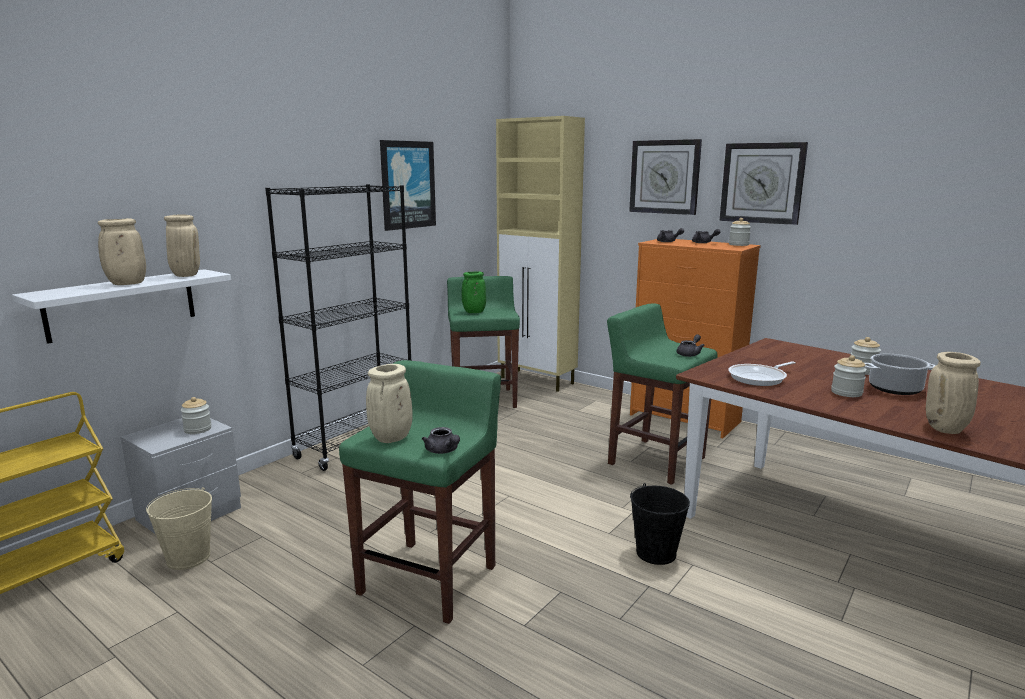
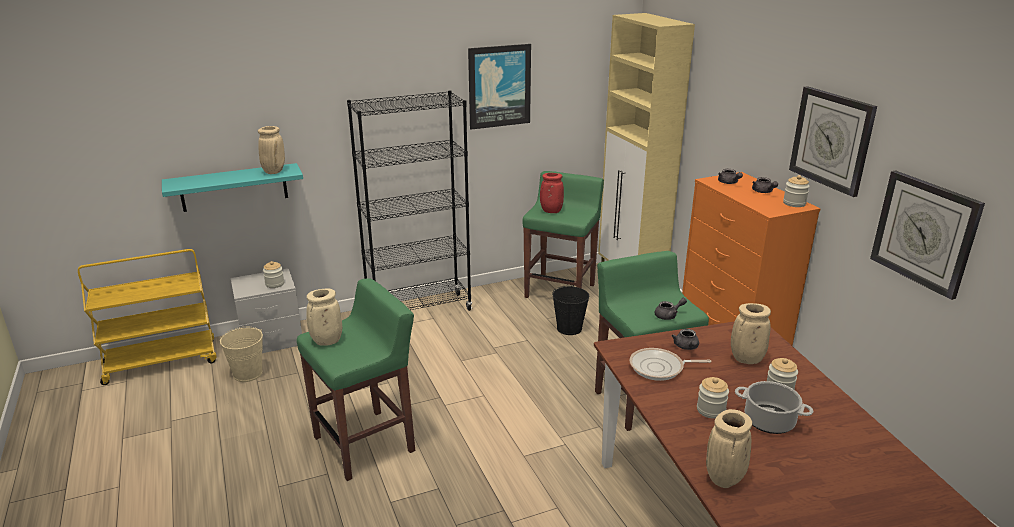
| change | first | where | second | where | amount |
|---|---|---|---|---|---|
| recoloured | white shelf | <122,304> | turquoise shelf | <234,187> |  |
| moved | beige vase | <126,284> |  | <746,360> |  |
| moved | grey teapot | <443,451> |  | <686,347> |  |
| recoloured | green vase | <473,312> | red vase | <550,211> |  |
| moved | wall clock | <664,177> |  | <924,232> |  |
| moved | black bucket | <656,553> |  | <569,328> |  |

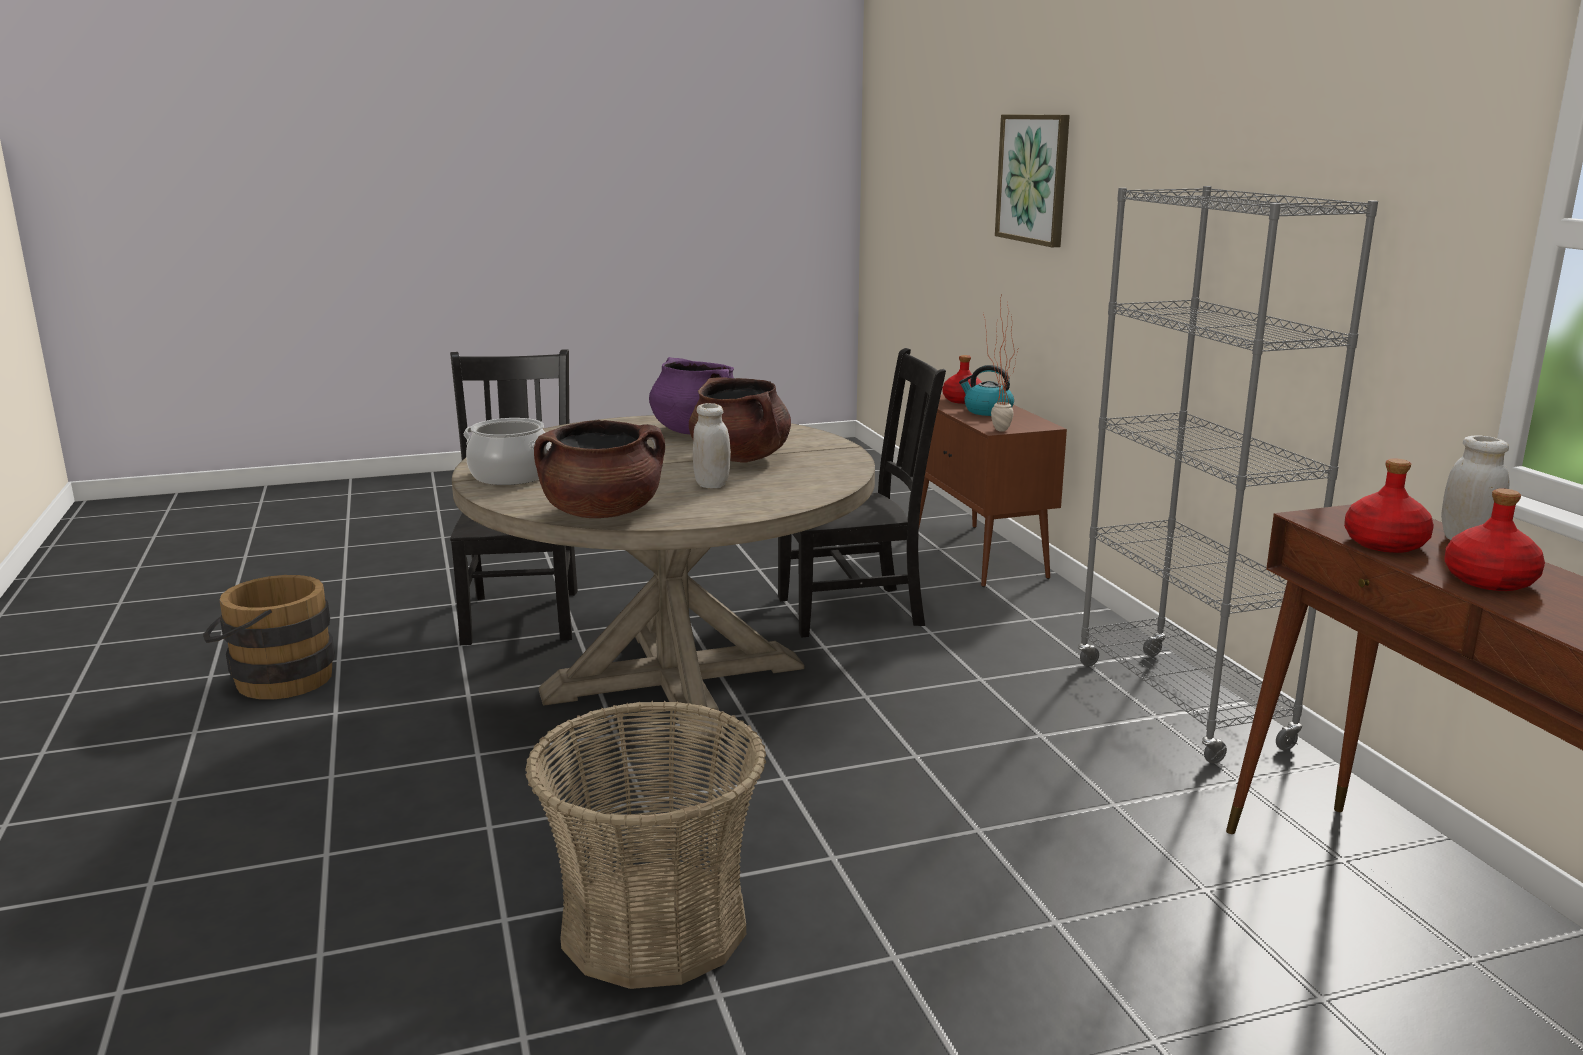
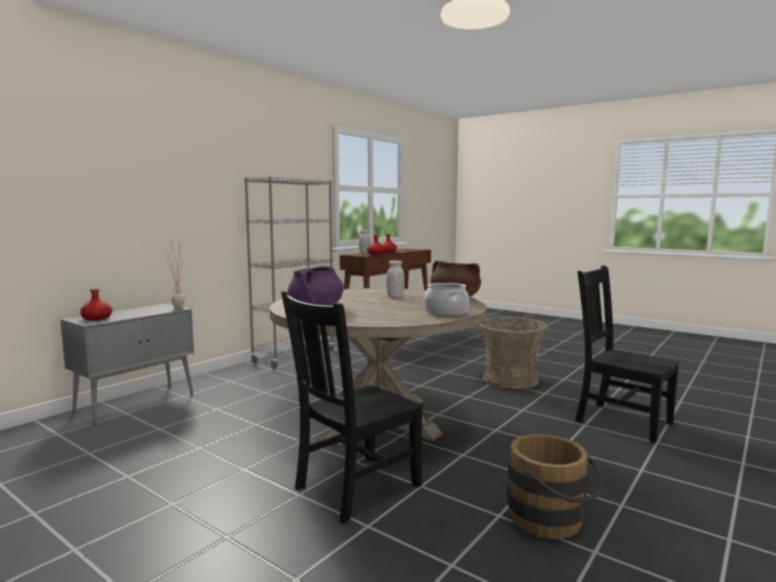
| change | first | where | second | where | amount |
|---|---|---|---|---|---|
| removed | brown cooking pot | <741,458> |  |  |  |
| moved | black chair | <855,611> |  | <620,421> |  |
| recoloured | brown cabinet | <979,555> | grey cabinet | <137,402> |  |
| removed | kettle | <987,411> |  |  |  |
| removed | picture | <1034,178> |  |  |  |

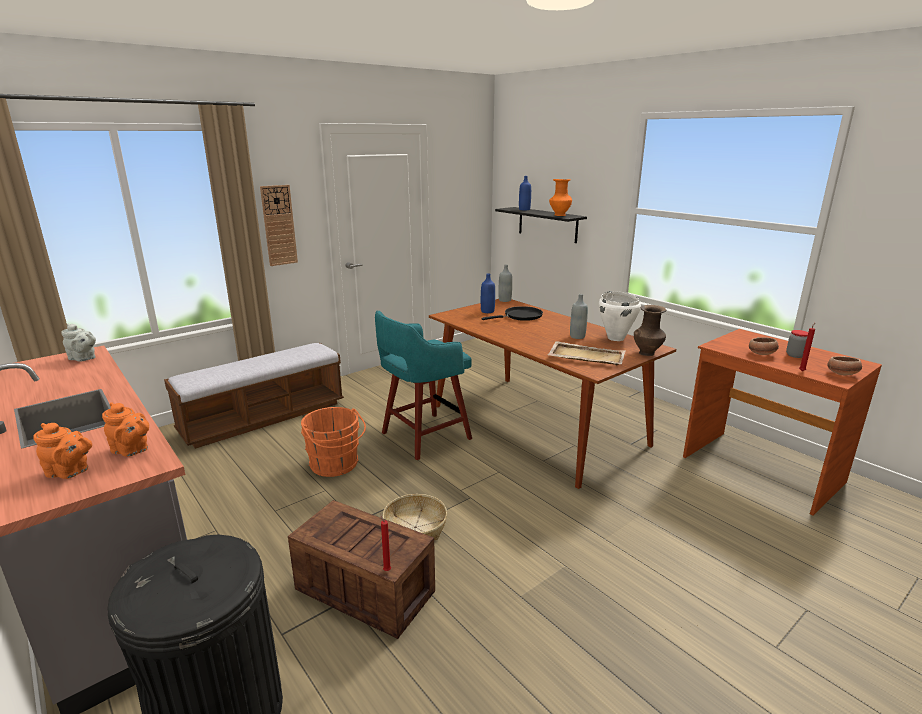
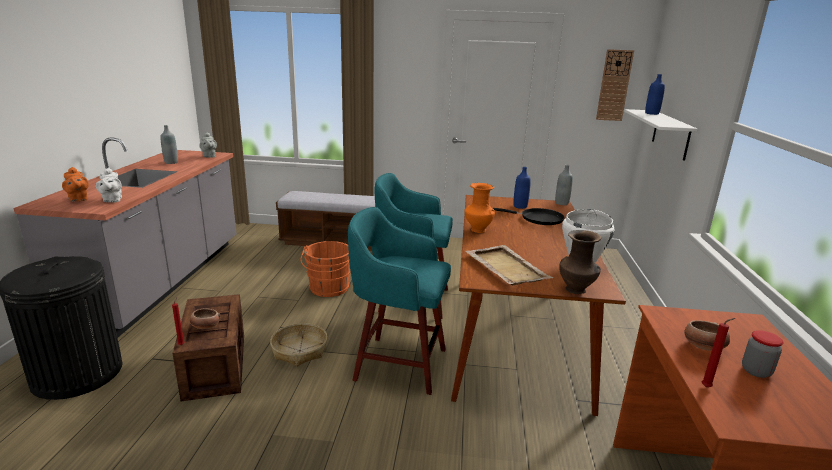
| change | first | where | second | where | amount |
|---|---|---|---|---|---|
| recoloured | orange teapot | <132,450> | white teapot | <112,200> |  |
| moved | wall clock | <279,225> |  | <614,85> |  |
| recoloured | black shelf | <547,224> | white shelf | <670,134> |  |
| moved | orange vase | <559,215> |  | <477,230> |  |
| moved | grey bottle | <577,336> |  | <171,162> |  |
| moved | bowl | <842,374> |  | <205,327> |  |
| added |  |  | turquoise stool | <397,363> |  |

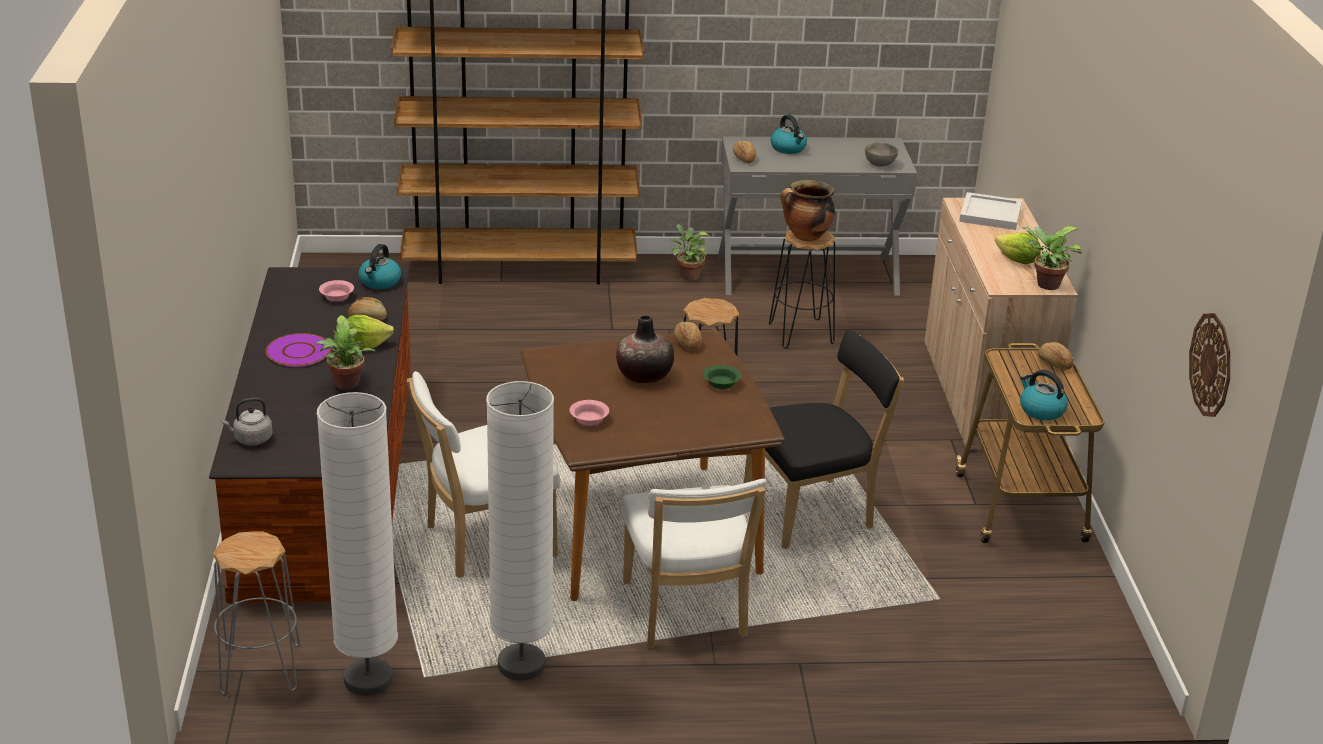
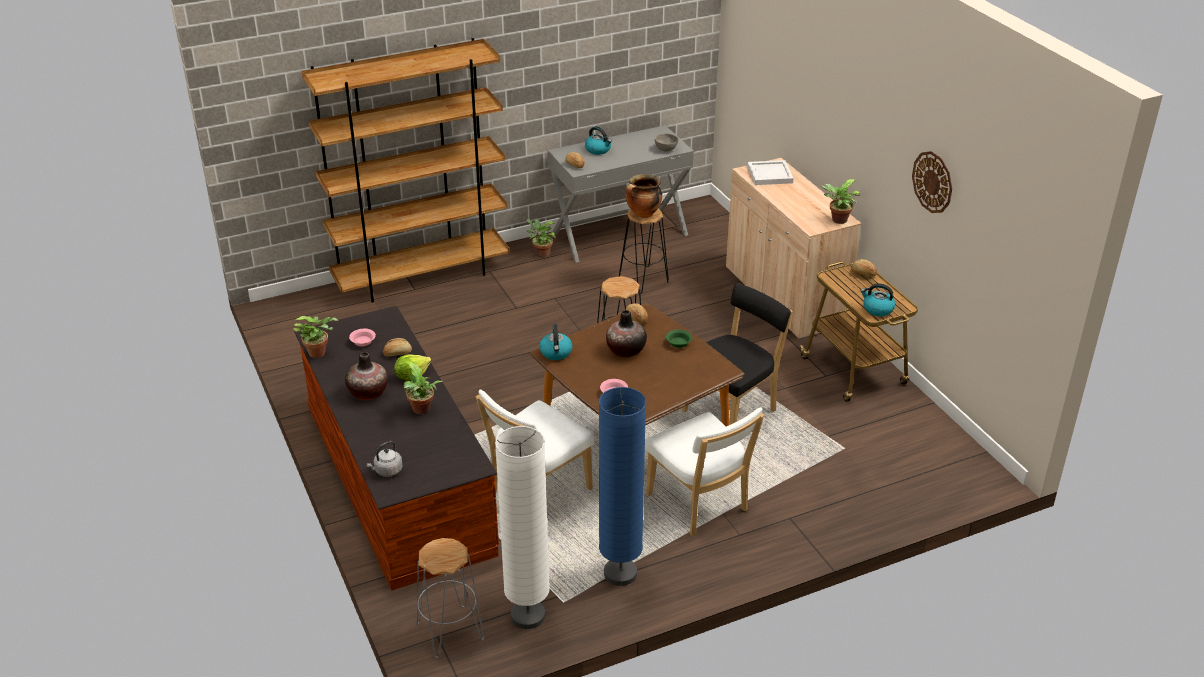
| change | first | where | second | where | amount |
|---|---|---|---|---|---|
| replaced | purple plate | <298,352> | vase | <368,393> |  |
| moved | kettle | <380,282> |  | <556,353> |  |
| recoloured | white floor lamp | <521,665> | blue floor lamp | <620,573> |  |
| removed | lettuce | <1017,261> |  |  |  |
| moved | wall clock | <1211,364> |  | <932,182> |  |
| added |  |  | potted plant | <319,352> |  |

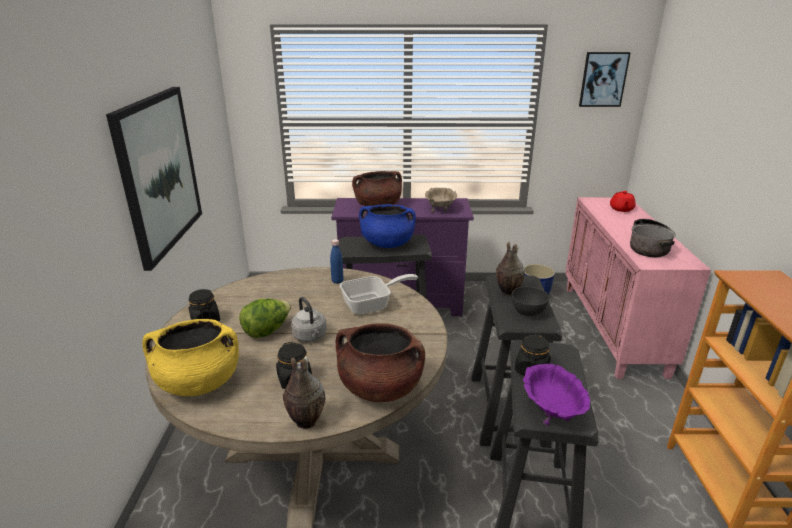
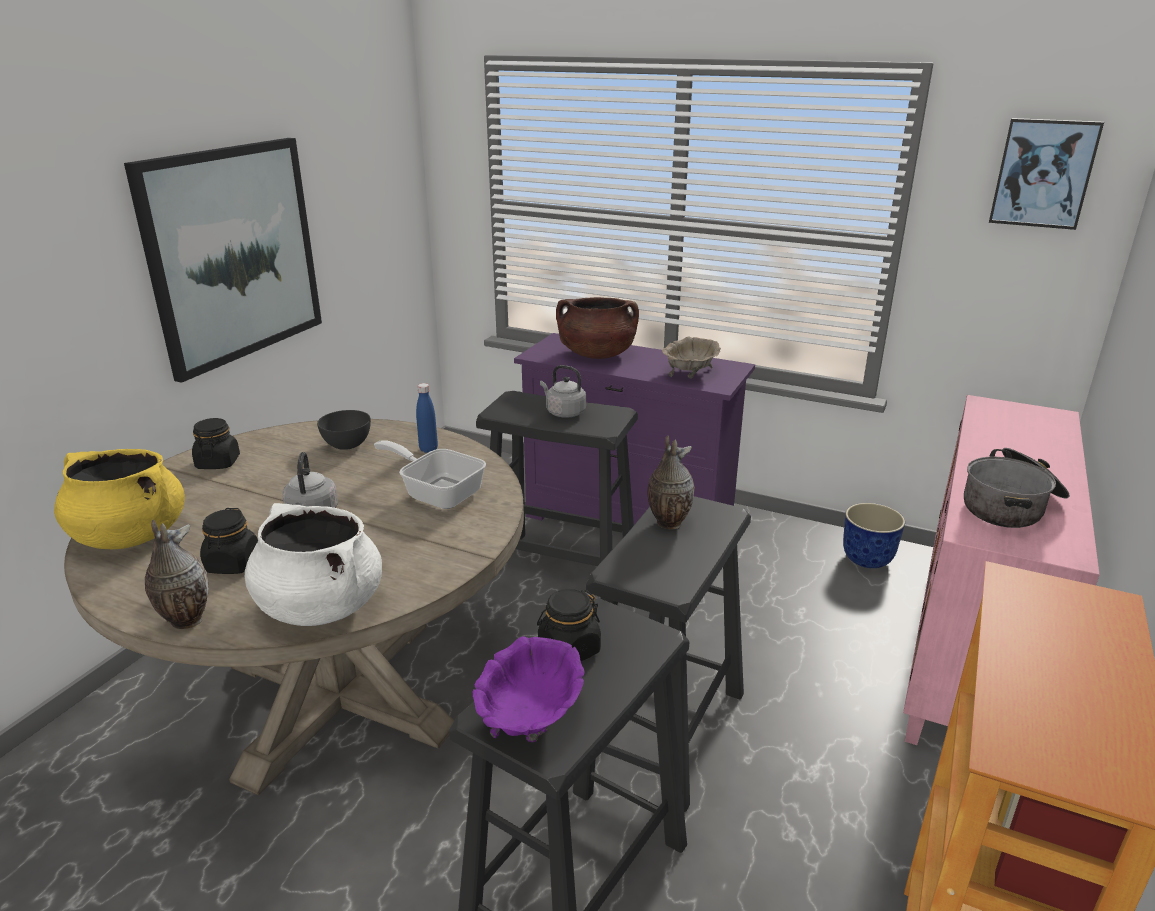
| change | first | where | second | where | amount |
|---|---|---|---|---|---|
| removed | lettuce | <267,331> |  |  |  |
| recoloured | brown cooking pot | <380,388> | white cooking pot | <320,606> |  |
| turned | frying pan | <372,305> |  | <437,492> | 150 degrees counterclockwise |
| replaced | blue cooking pot | <387,244> | grey kettle | <563,412> |  |
| moved | grey bowl | <528,312> |  | <347,445> |  |
| removed | red teapot | <621,209> |  |  |  |

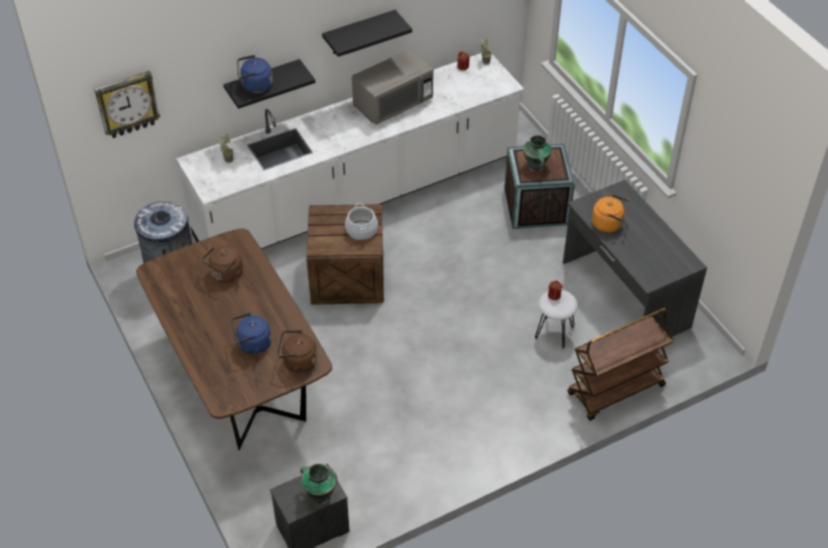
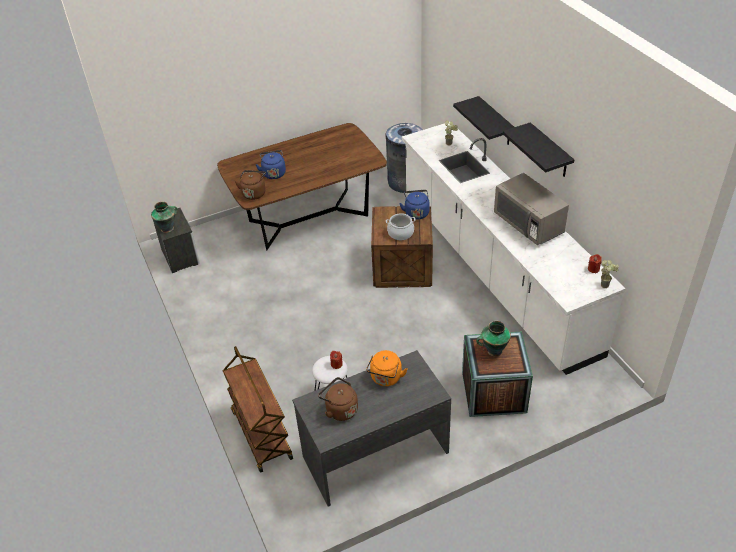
| change | first | where | second | where | amount |
|---|---|---|---|---|---|
| removed | wall clock | <127,104> |  |  |  |
| moved | brown kettle | <225,275> |  | <340,409> |  |
| moved | blue kettle | <255,86> |  | <416,212> |  |

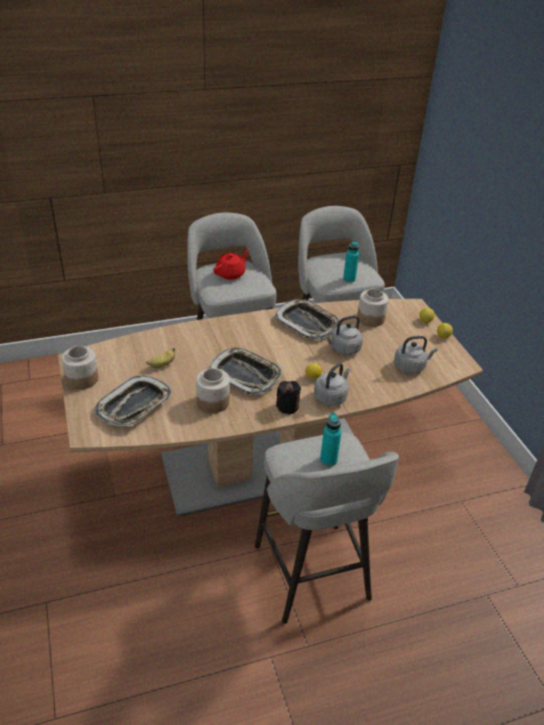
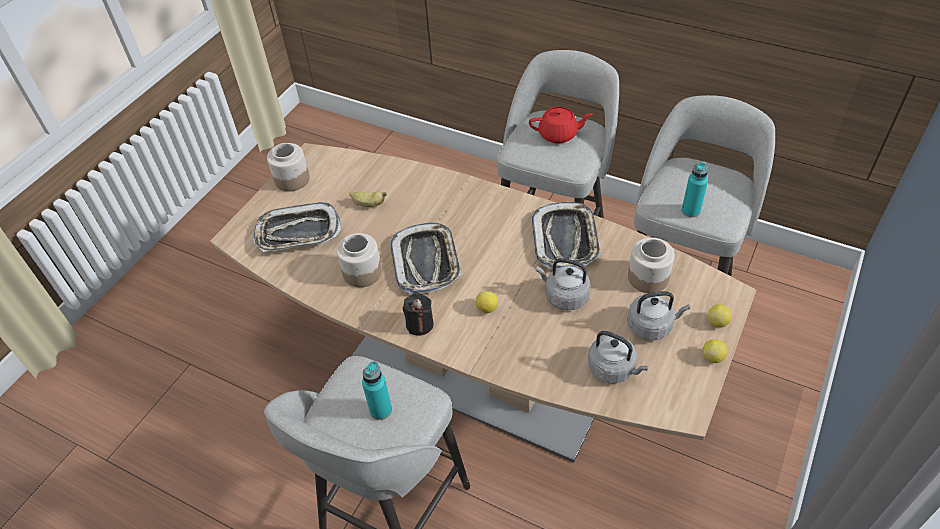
| change | first | where | second | where | amount |
|---|---|---|---|---|---|
| moved | grey kettle | <331,397> |  | <652,326> |  |

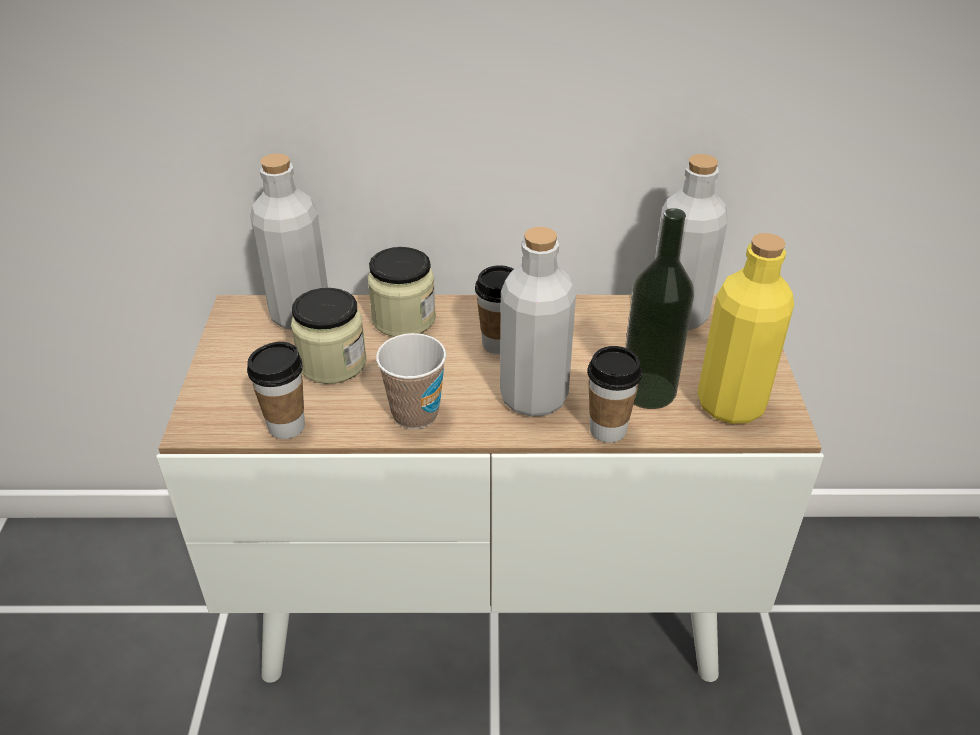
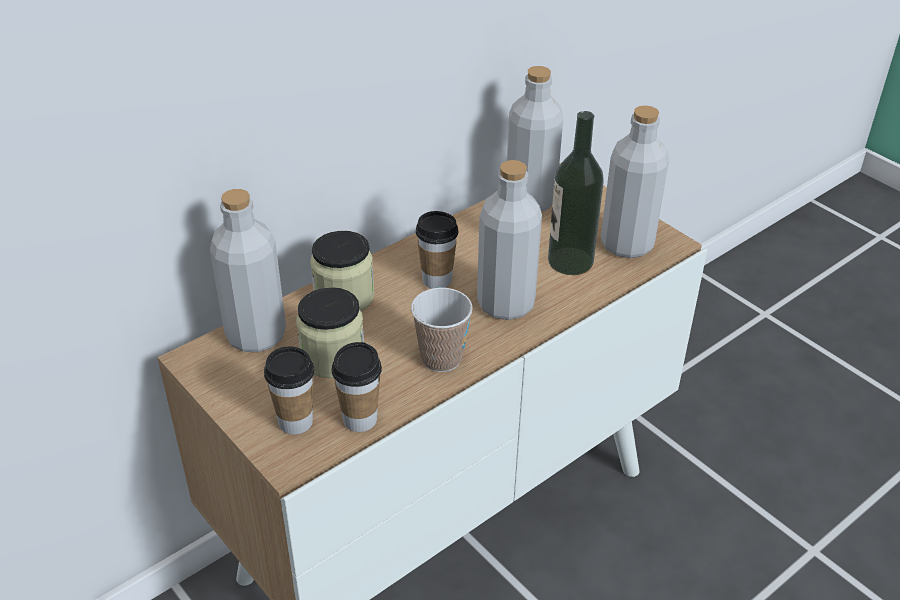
| change | first | where | second | where | amount |
|---|---|---|---|---|---|
| moved | cup | <607,430> |  | <295,422> |  |
| recoloured | yellow bottle | <731,404> | grey bottle | <627,244> |  |

